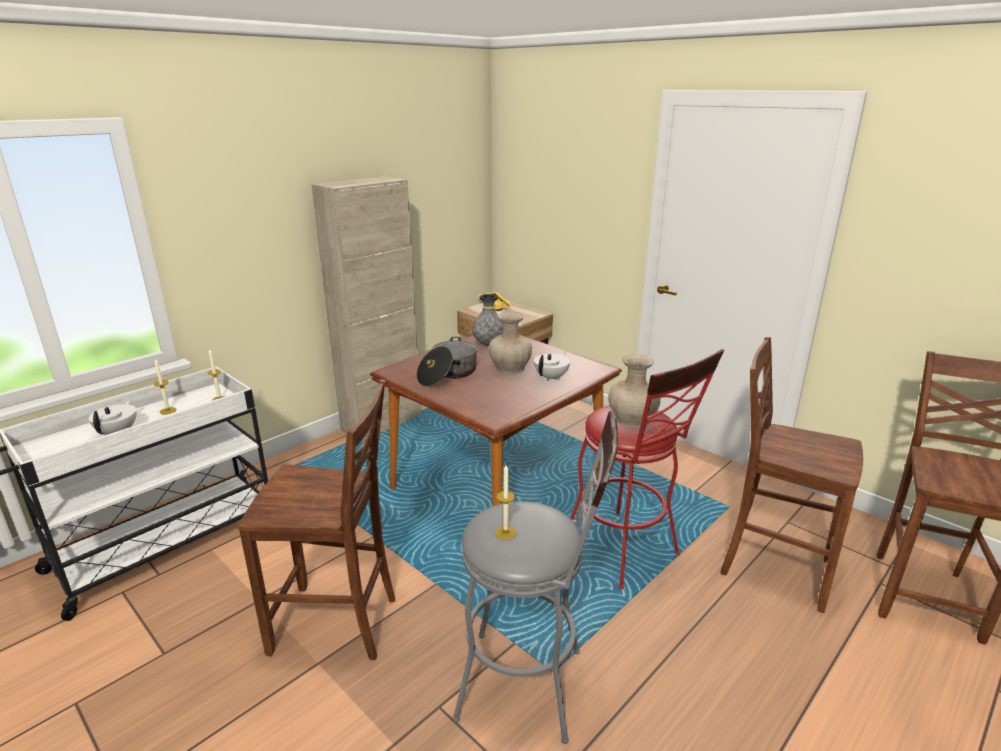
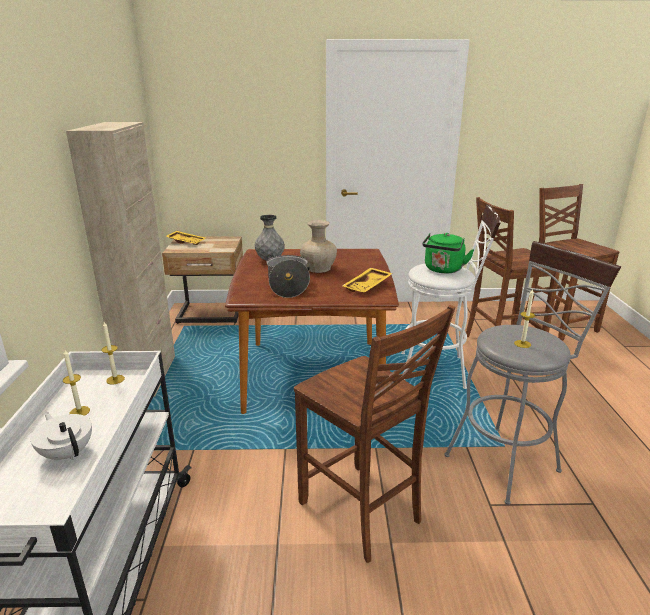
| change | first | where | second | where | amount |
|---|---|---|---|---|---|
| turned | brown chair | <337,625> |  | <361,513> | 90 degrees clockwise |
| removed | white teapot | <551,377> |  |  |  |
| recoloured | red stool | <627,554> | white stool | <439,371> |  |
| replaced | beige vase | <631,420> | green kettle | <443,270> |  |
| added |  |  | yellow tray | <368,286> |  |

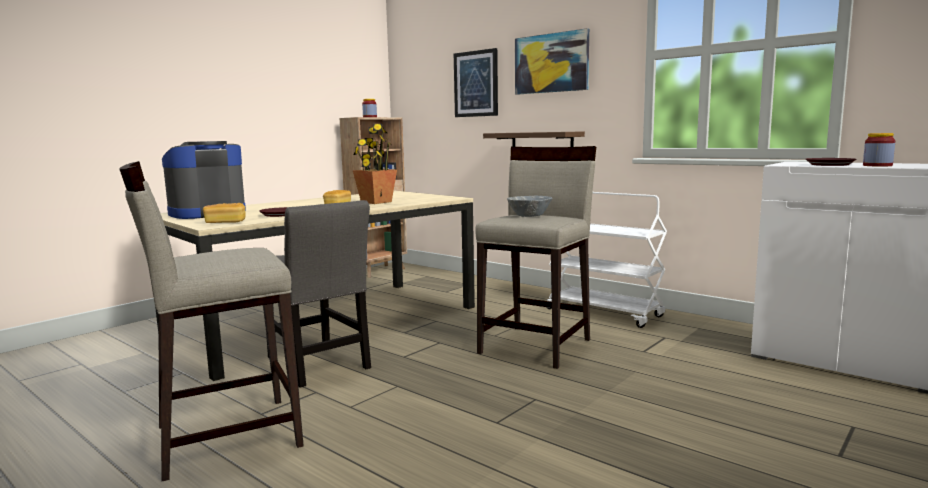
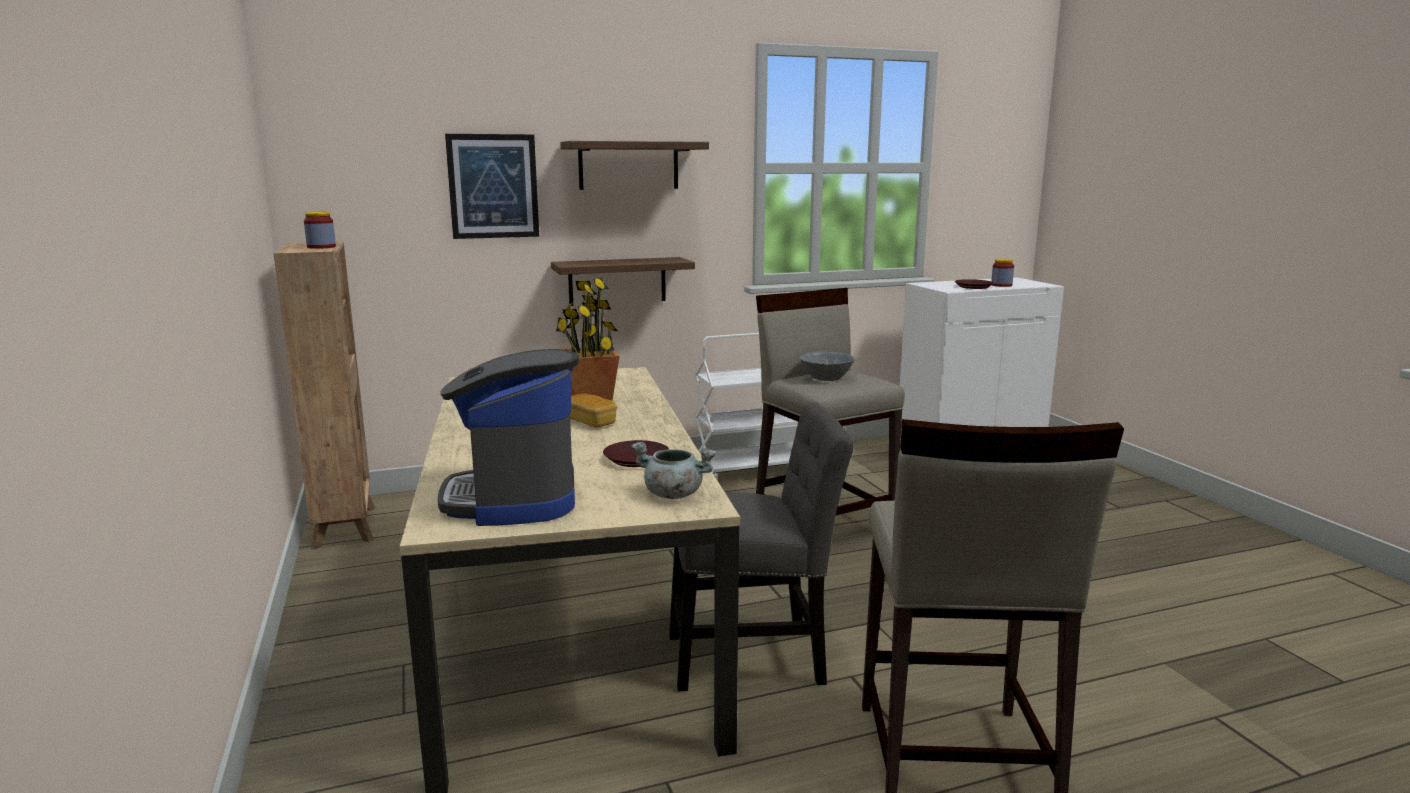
| change | first | where | second | where | amount |
|---|---|---|---|---|---|
| replaced | bread | <225,222> | grey cooking pot | <672,494> |  |
| replaced | picture | <551,63> | shelf | <628,165> |  |

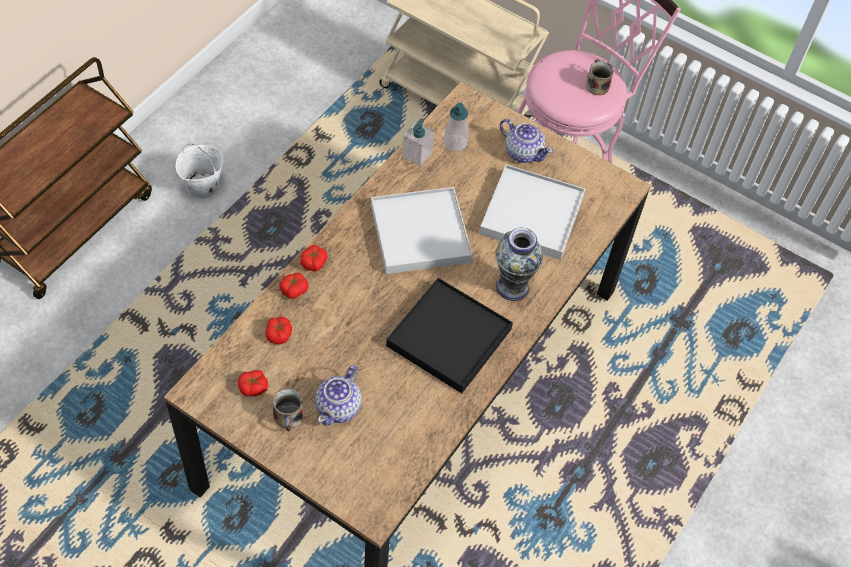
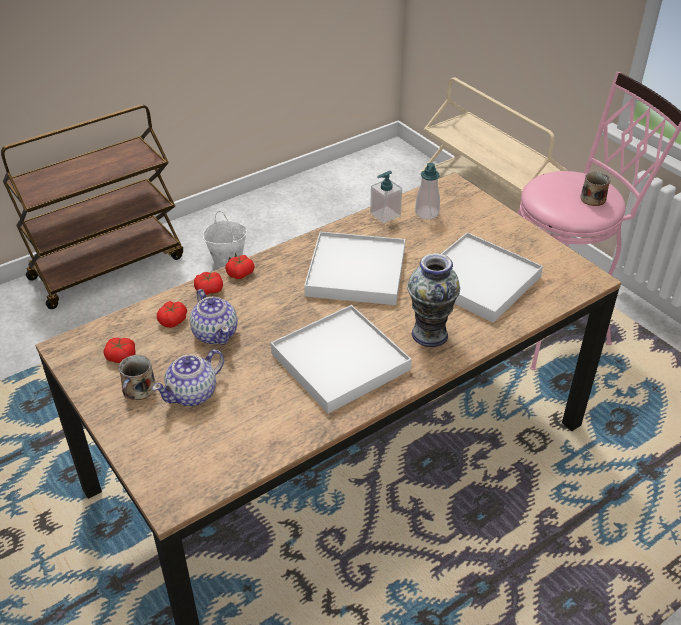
| change | first | where | second | where | amount |
|---|---|---|---|---|---|
| recoloured | black tray | <449,337> | white tray | <340,361> |  |
| moved | teapot | <523,152> |  | <215,333> |  |

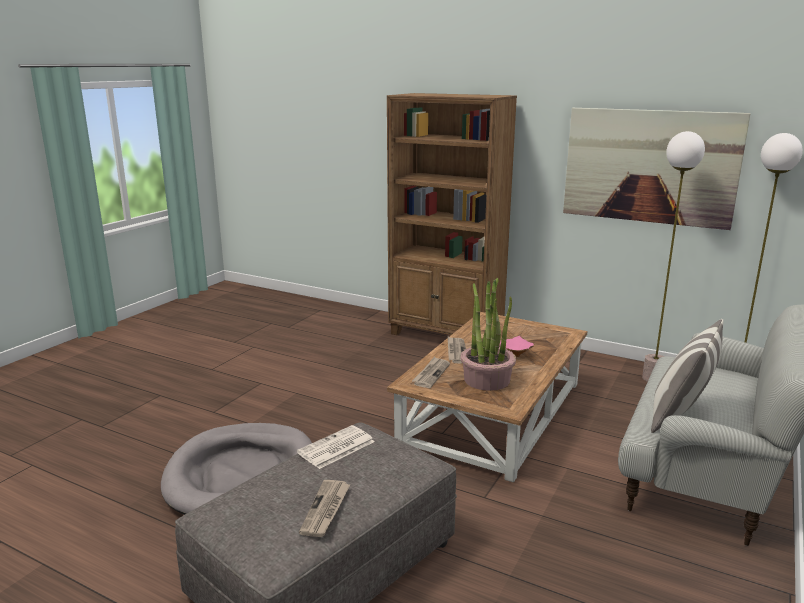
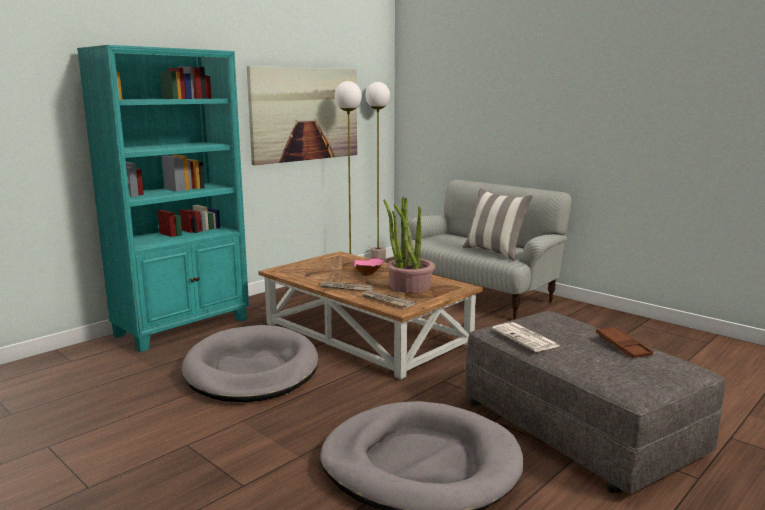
| change | first | where | second | where | amount |
|---|---|---|---|---|---|
| replaced | newspaper | <326,510> | brown tray | <623,346> |  |
| recoloured | brown bookcase | <446,335> | turquoise bookcase | <184,327> |  |
| added |  |  | grey dog bed | <252,370> |  |

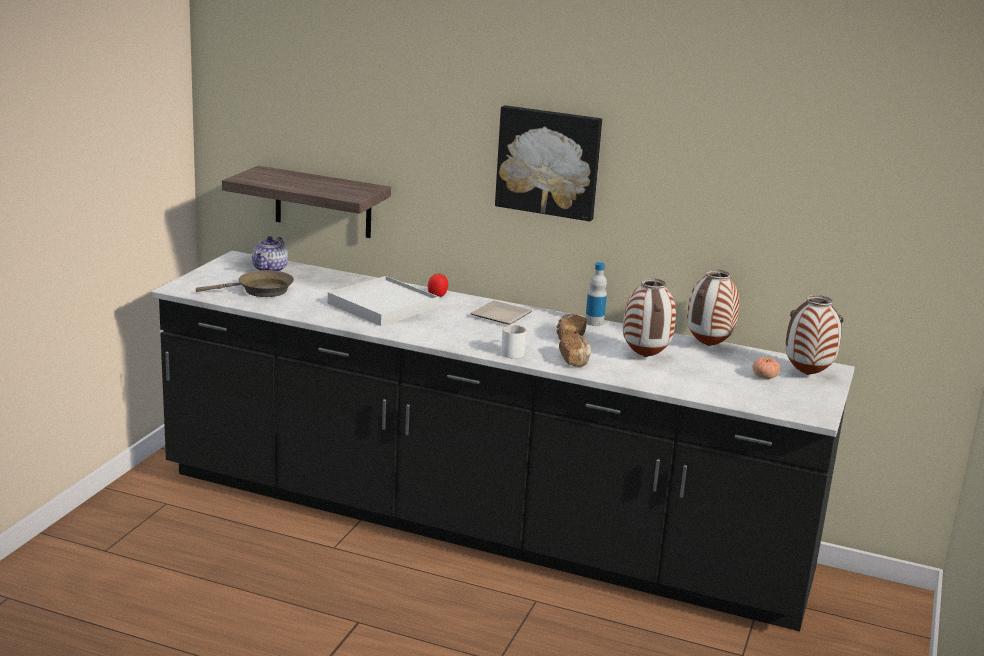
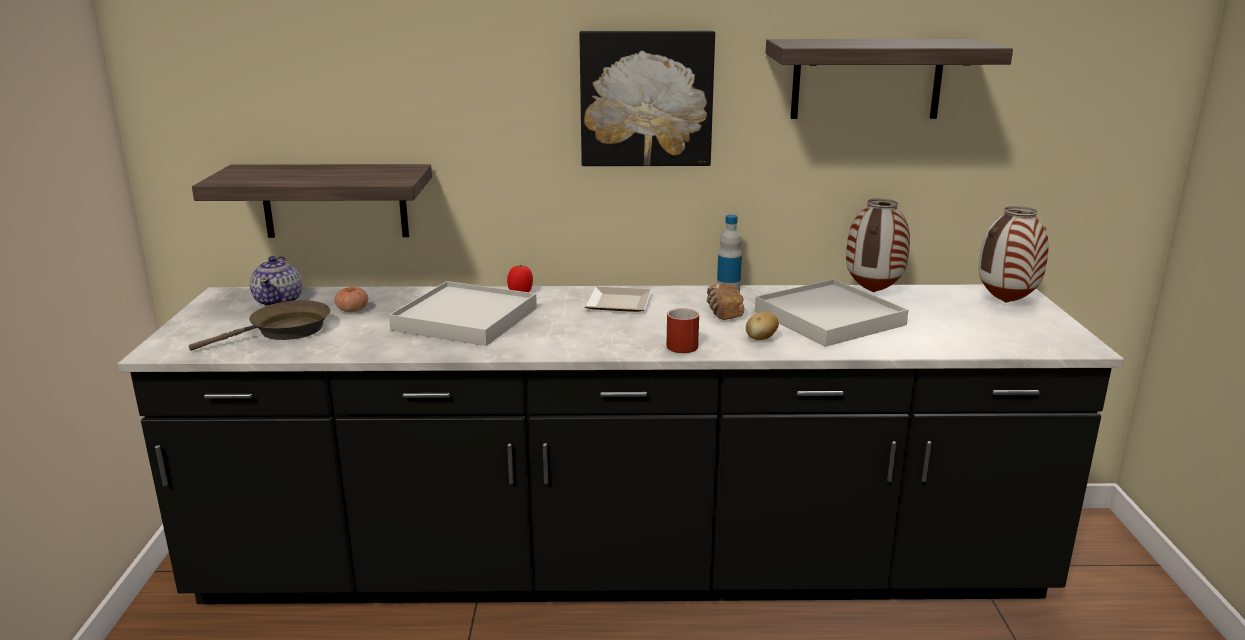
| change | first | where | second | where | amount |
|---|---|---|---|---|---|
| recoloured | white mug | <514,352> | red mug | <681,344> |  |
| replaced | bread | <575,360> | potato | <760,339> |  |
| replaced | vase | <646,357> | white tray | <829,318> |  |
| moved | tomato | <764,376> |  | <352,310> |  |
| added |  |  | shelf | <866,79> |  |

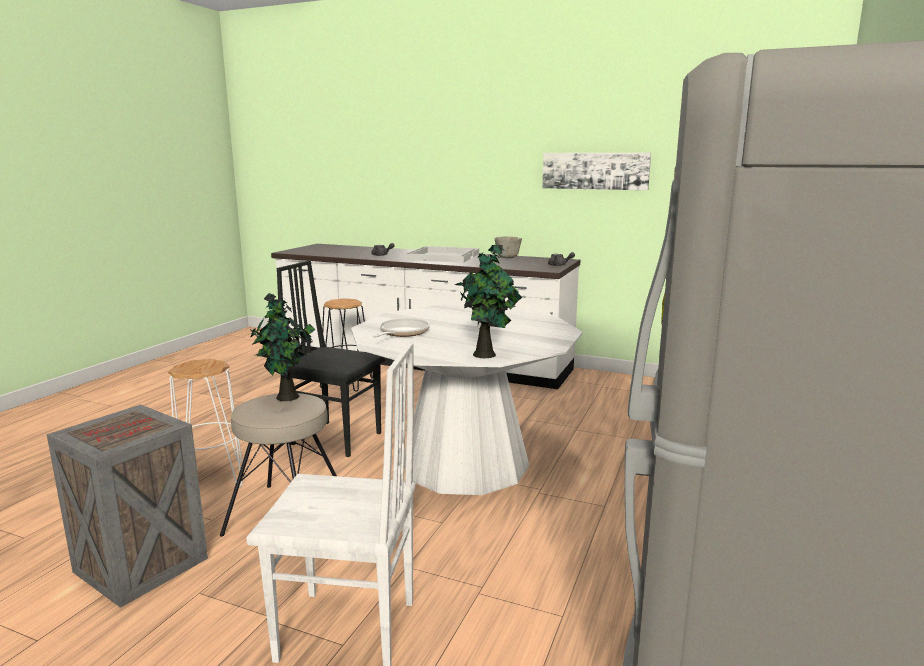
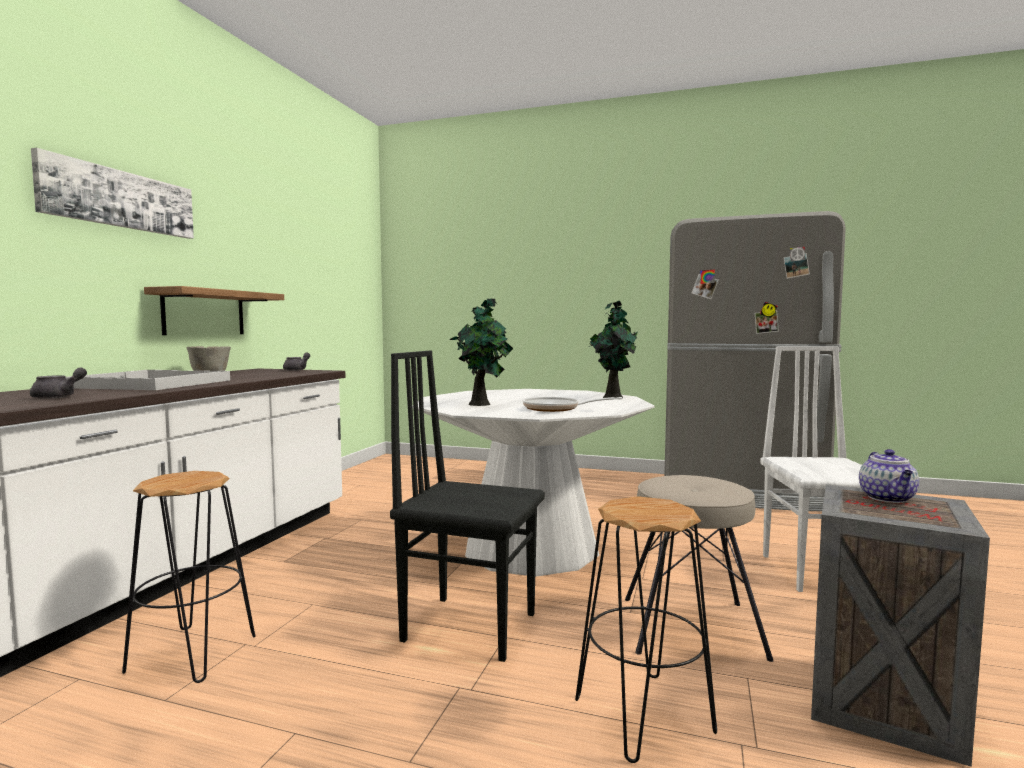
| change | first | where | second | where | amount |
|---|---|---|---|---|---|
| recoloured | white stool | <211,478> | black stool | <644,715> |  |
| moved | potted plant | <287,398> |  | <481,404> |  |
| turned | black chair | <337,438> |  | <469,625> | 90 degrees clockwise |
| moved | picture | <595,171> |  | <120,199> |  |
| added |  |  | shelf | <204,313> |  |
| added |  |  | teapot | <888,498> |  |

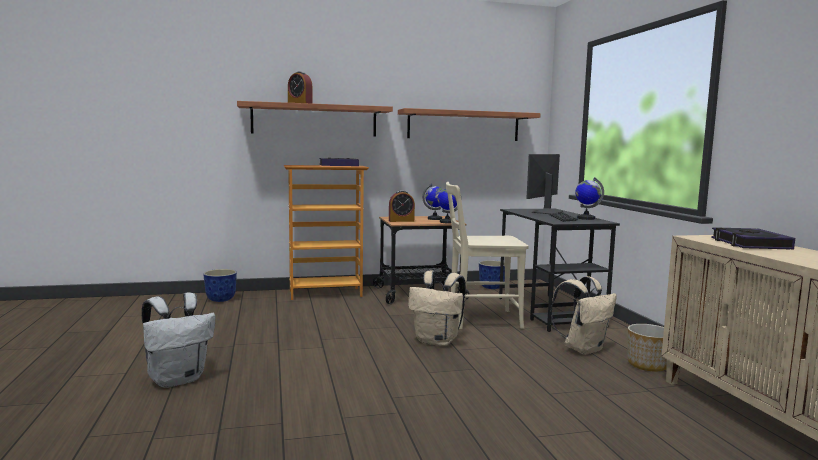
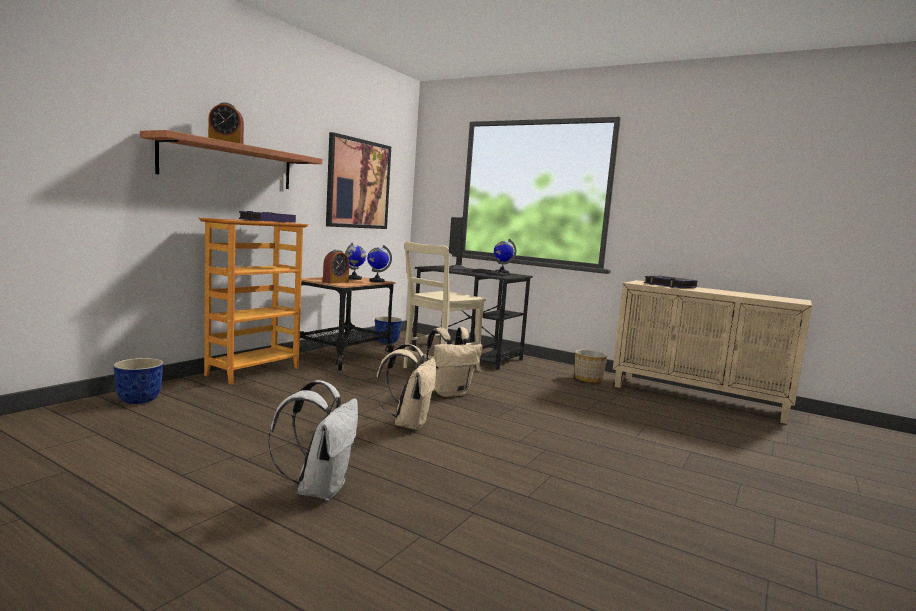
| change | first | where | second | where | amount |
|---|---|---|---|---|---|
| replaced | shelf | <463,125> | picture | <358,184> |  |
| moved | beige backpack | <583,349> |  | <408,424> |  |

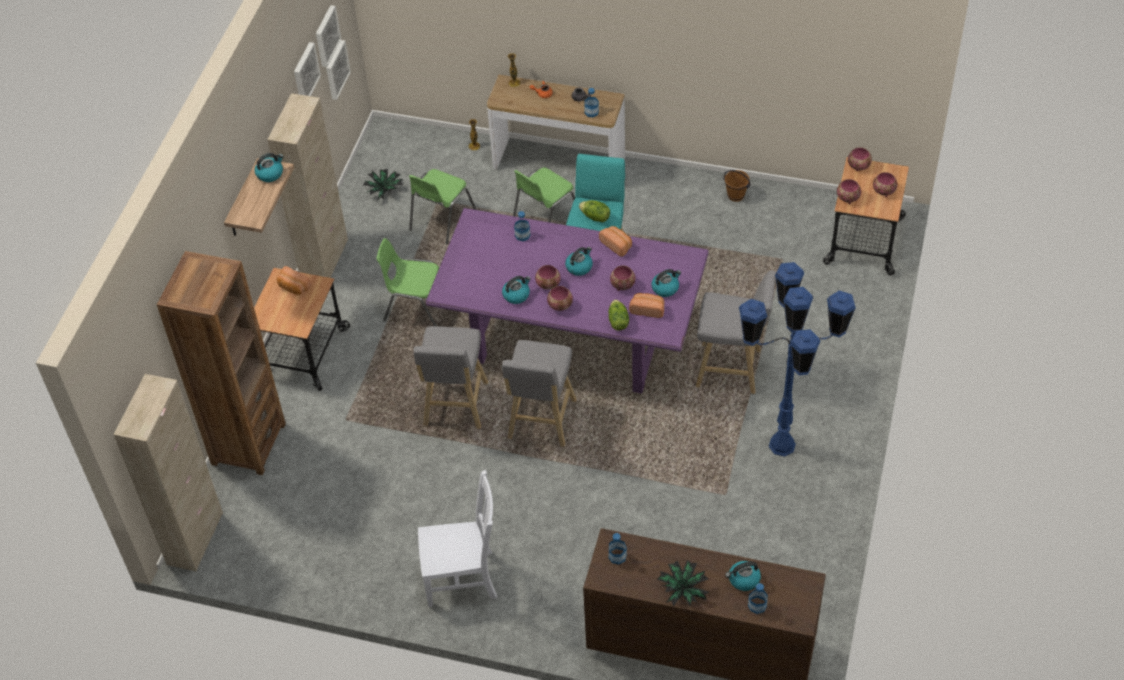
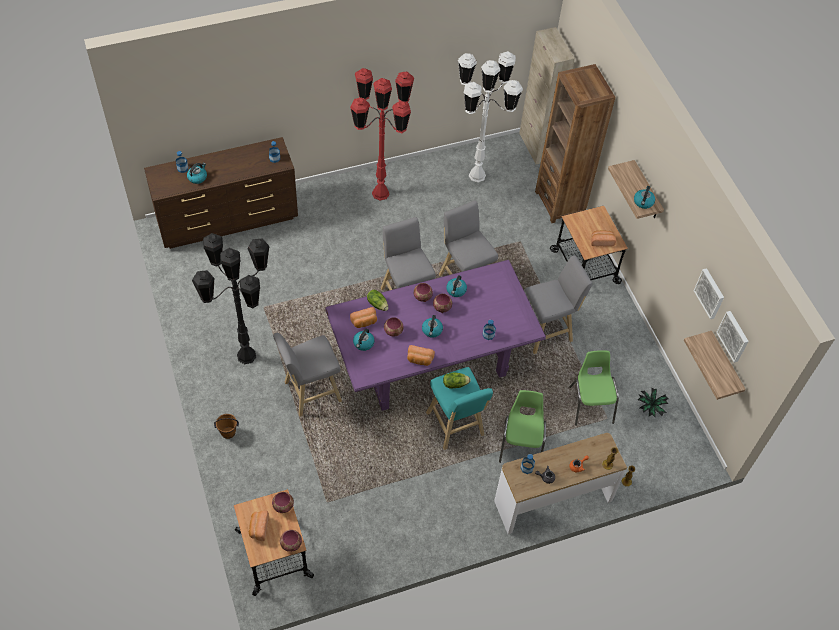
| change | first | where | second | where | amount |
|---|---|---|---|---|---|
| removed | beige cabinet | <324,260> |  |  |  |
| replaced | picture | <336,69> | shelf | <725,365> |  |
| replaced | green chair | <415,307> | grey stool | <547,331> |  |
| replaced | white chair | <463,578> | red floor lamp | <380,193> |  |
| removed | potted plant | <683,590> |  |  |  |
| moved | brown bucket | <736,195> |  | <228,433> |  |
| recoloured | blue floor lamp | <782,445> | black floor lamp | <246,355> |  |
| replaced | bowl | <883,191> | bread | <258,528> |  |
| added |  |  | white floor lamp | <477,175> |  |

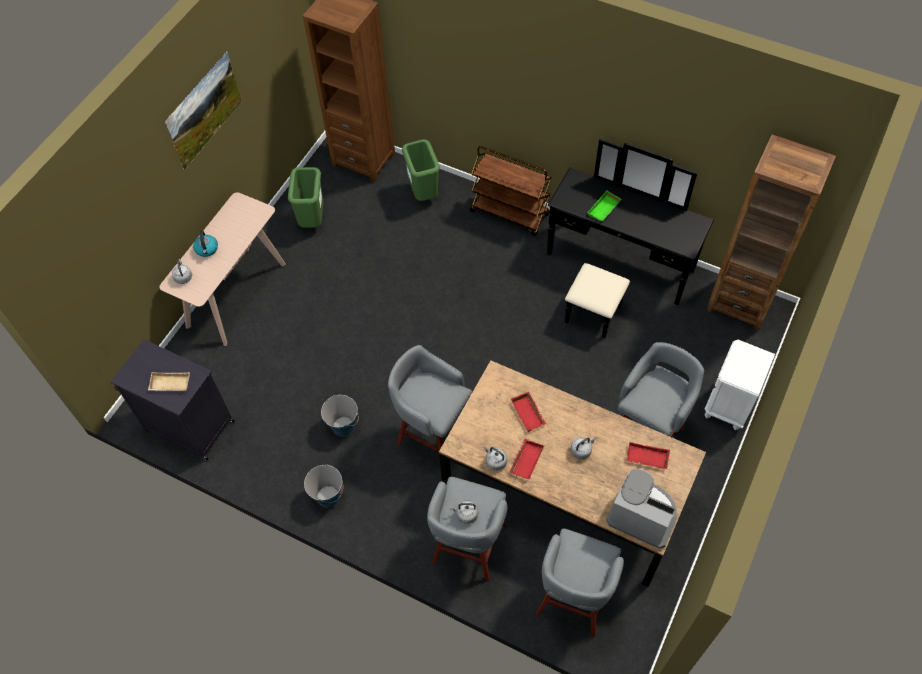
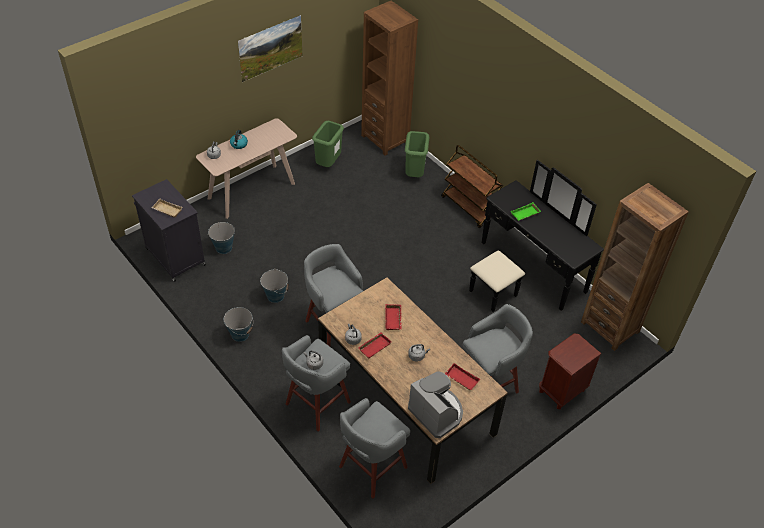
| change | first | where | second | where | amount |
|---|---|---|---|---|---|
| recoloured | white nightstand | <728,405> | brown nightstand | <561,391> |  |
| added |  |  | bucket | <223,248> |  |

